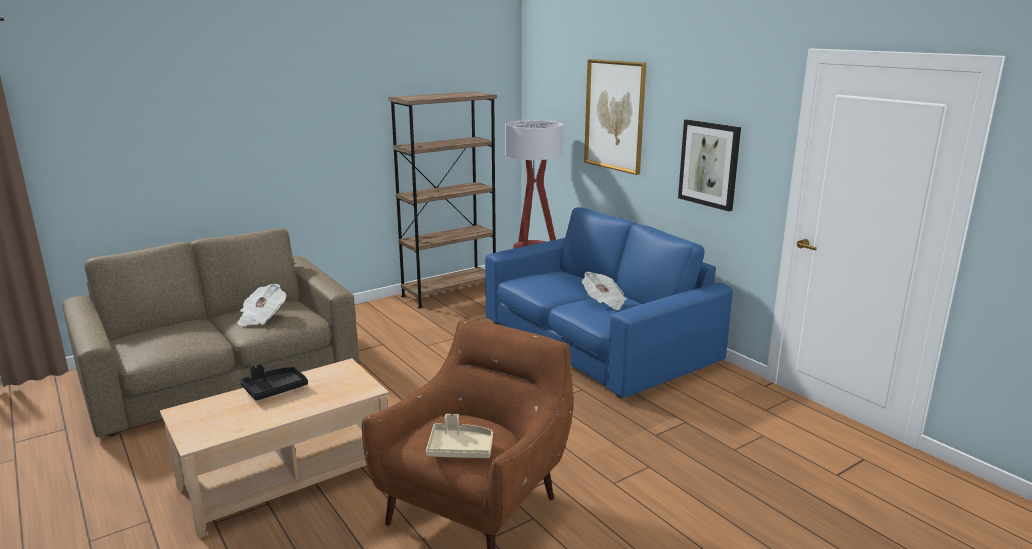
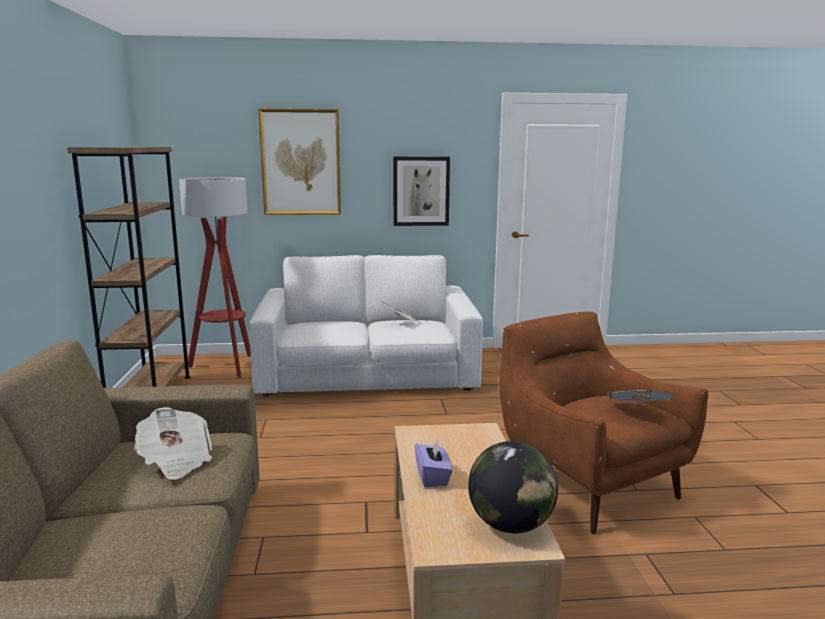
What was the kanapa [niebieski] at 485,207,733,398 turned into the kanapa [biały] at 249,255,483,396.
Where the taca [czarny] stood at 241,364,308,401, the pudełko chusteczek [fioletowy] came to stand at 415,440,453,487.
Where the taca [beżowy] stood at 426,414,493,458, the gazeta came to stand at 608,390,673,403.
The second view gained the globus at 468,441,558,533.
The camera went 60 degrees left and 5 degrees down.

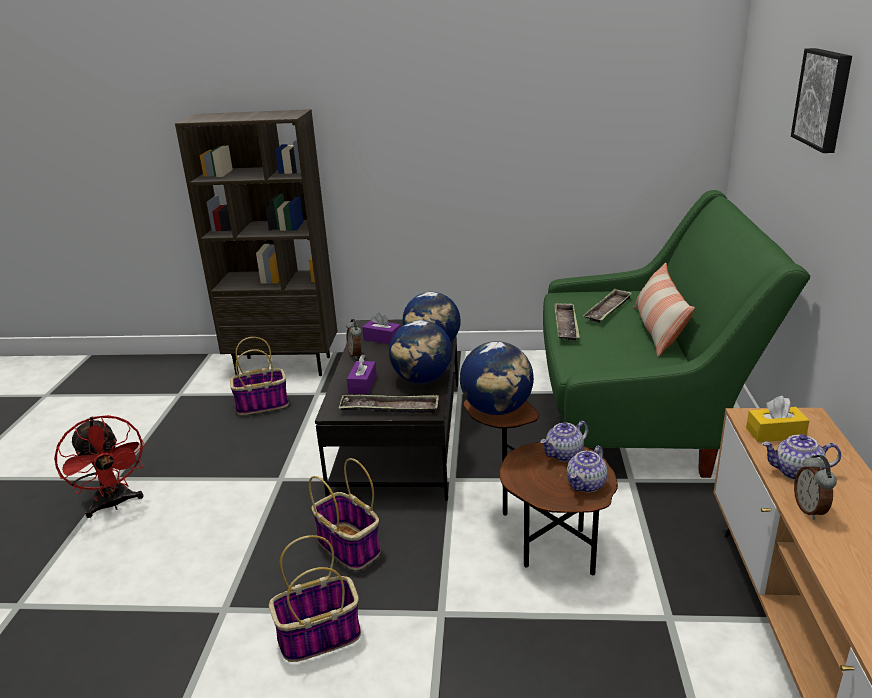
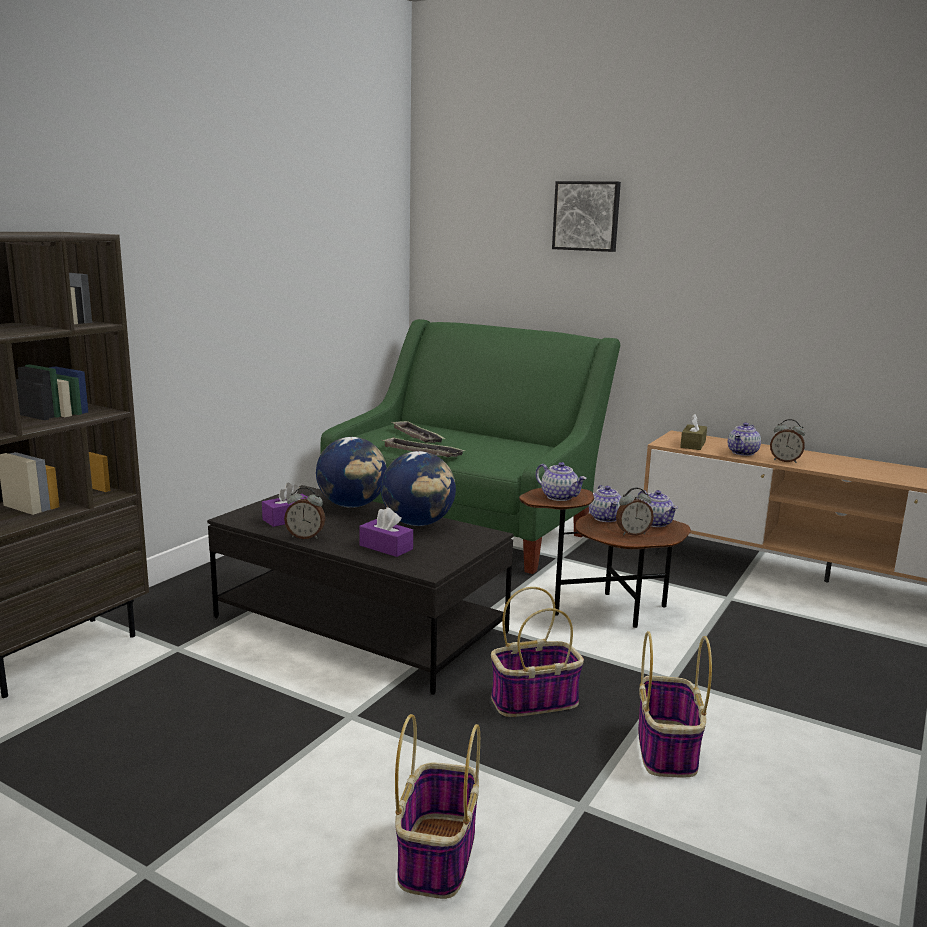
The second view lost the poduszka at 634,263,695,357.
The koszyk ended up elsewhere, having gone from 230,337,289,415 to 395,714,480,899.
Where the globus stood at 460,341,534,415, the imbryk came to stand at 536,462,587,501.
The second view lost the taca at 338,395,439,414.
What was the pudełko chusteczek [żółty] at 746,396,810,442 turned into the pudełko chusteczek [brązowy] at 680,414,707,450.
The second view lost the wentylator [czerwony] at 54,415,145,518.
The second view gained the budzik at 616,487,654,536.
The camera went 65 degrees left and 10 degrees down.

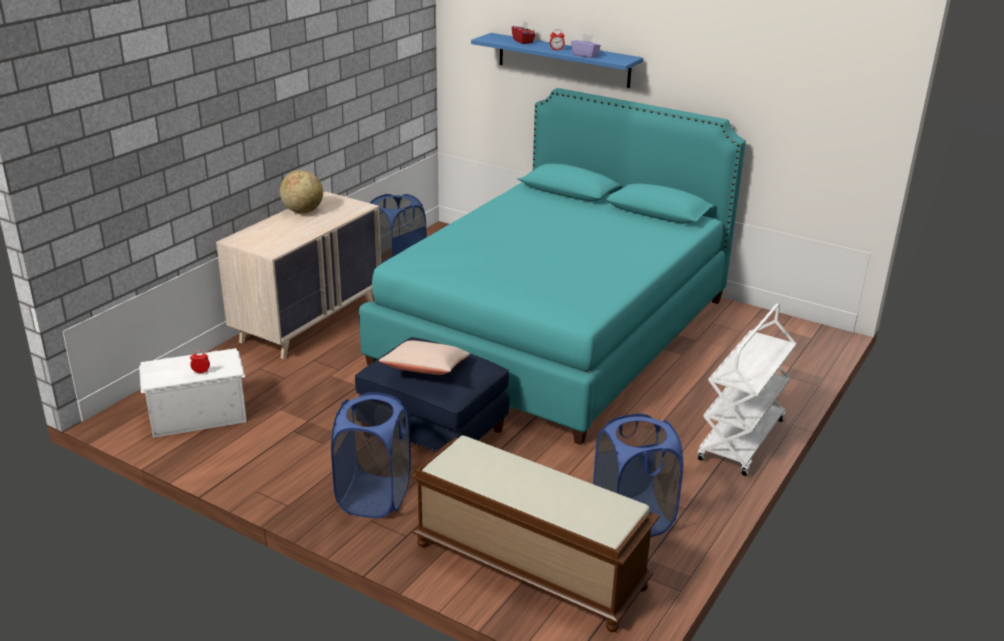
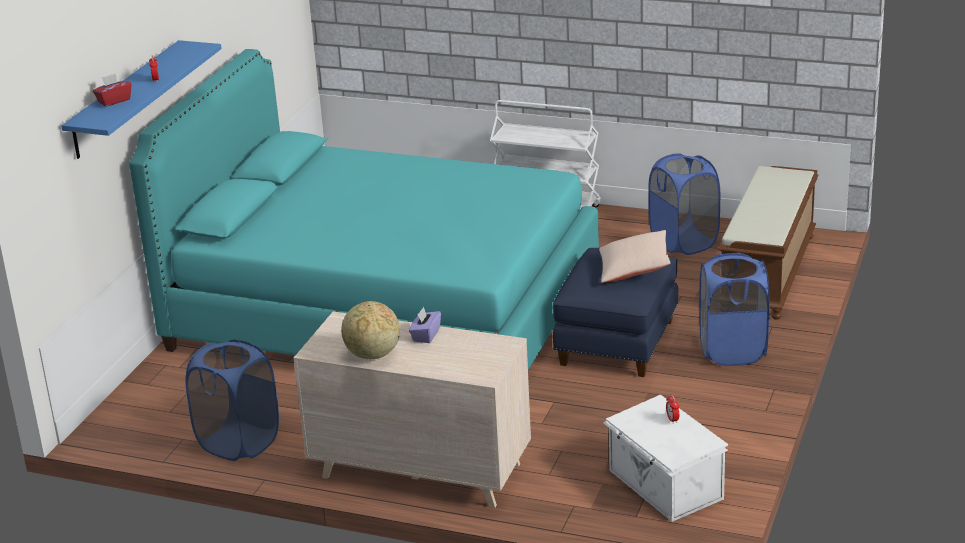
The pudełko chusteczek [fioletowy] ended up elsewhere, having gone from 571,34,601,58 to 409,307,441,343.
The camera went 100 degrees left and 0 degrees up.

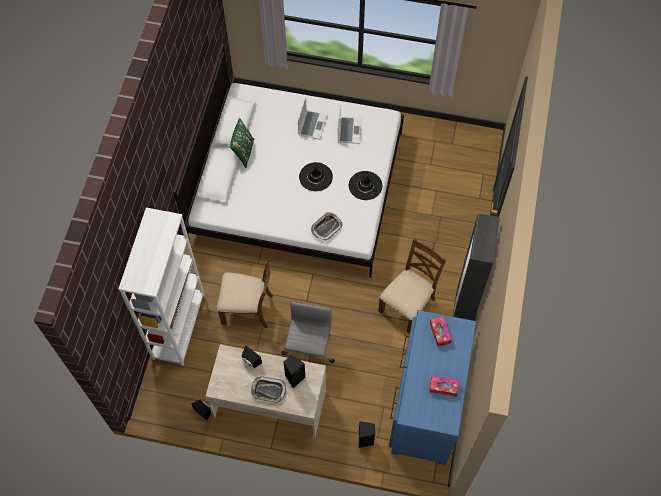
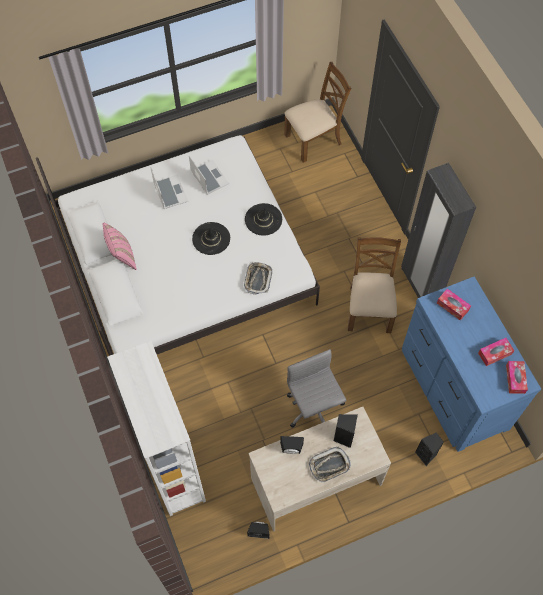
What was the poduszka [zielony] at 230,118,254,168 turned into the poduszka [różowy] at 103,223,137,270.
The krzesło [brązowy] ended up elsewhere, having gone from 217,258,273,328 to 284,62,351,163.
The second view gained the pudełko chusteczek at 506,361,528,394.
The camera went 35 degrees left and 0 degrees up.

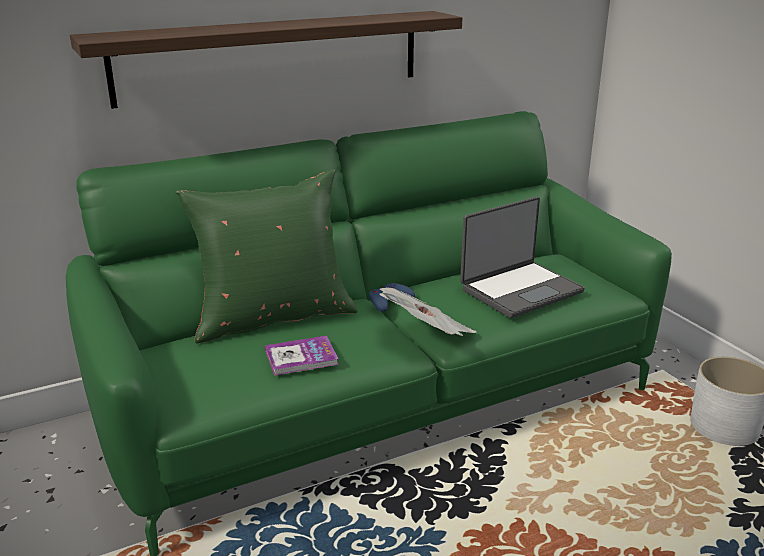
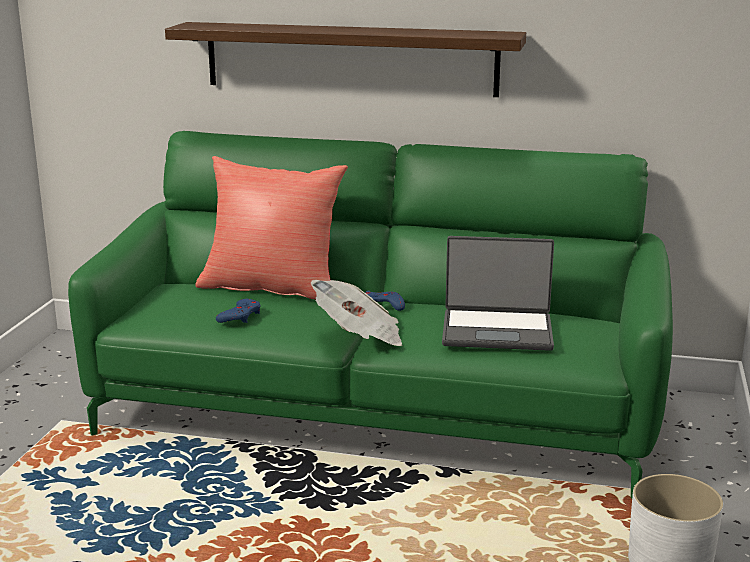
What was the poduszka [zielony] at 175,169,358,343 turned into the poduszka [czerwony] at 195,156,348,299.
Where the książka stood at 265,335,339,376, the pad do gier [niebieski] came to stand at 216,299,261,323.
The camera went 40 degrees right and 5 degrees down.

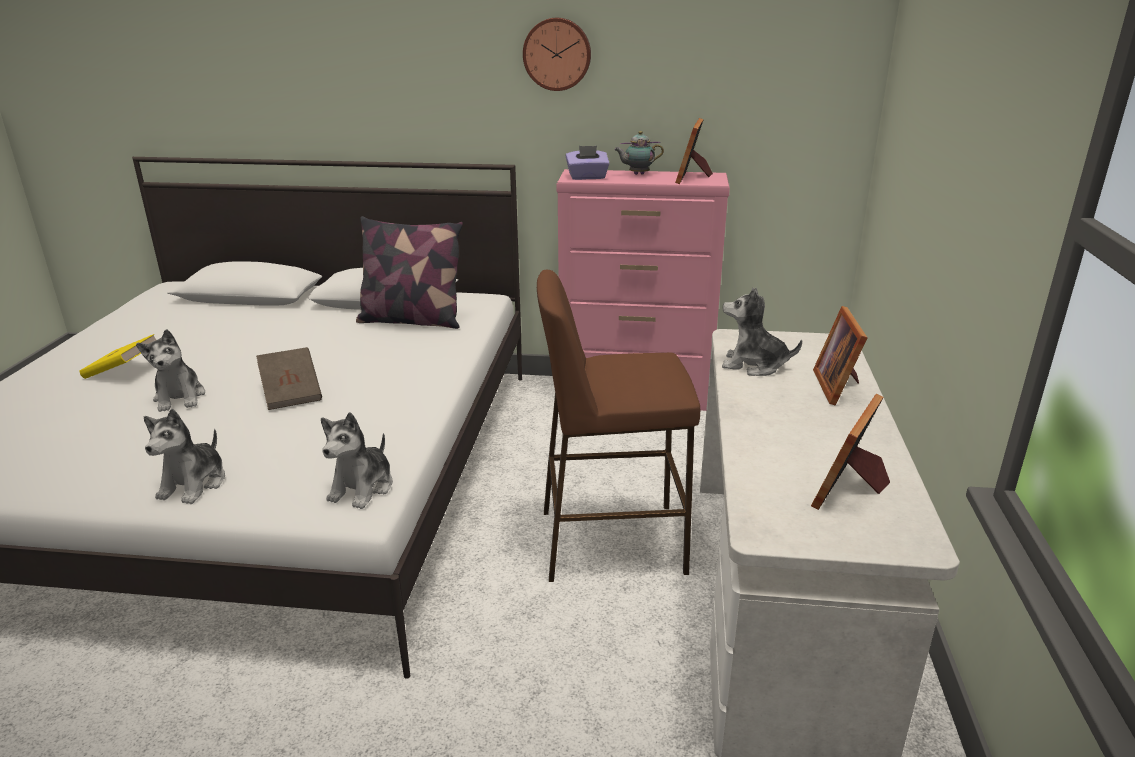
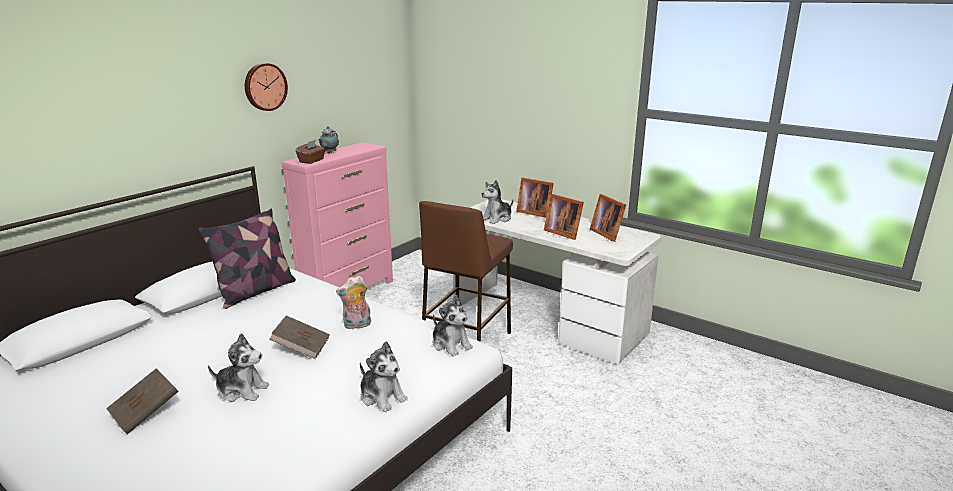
The ramka na zdjęcie ended up elsewhere, having gone from 675,118,713,184 to 544,194,584,240.
What was the pudełko chusteczek [fioletowy] at 566,146,610,180 turned into the pudełko chusteczek [brązowy] at 296,140,325,164.
What was the książka [żółty] at 79,334,156,379 turned into the książka [brązowy] at 106,368,179,434.
The second view gained the pluszak at 336,275,371,329.
The camera went 60 degrees left and 5 degrees down.

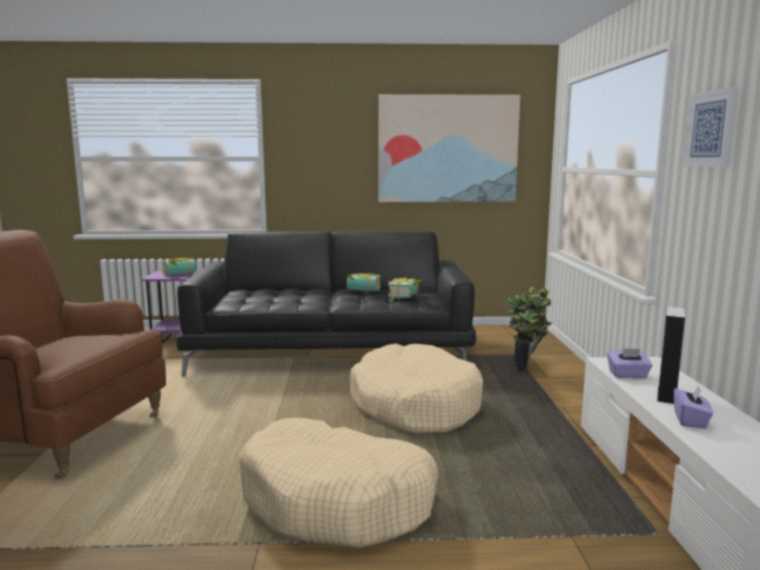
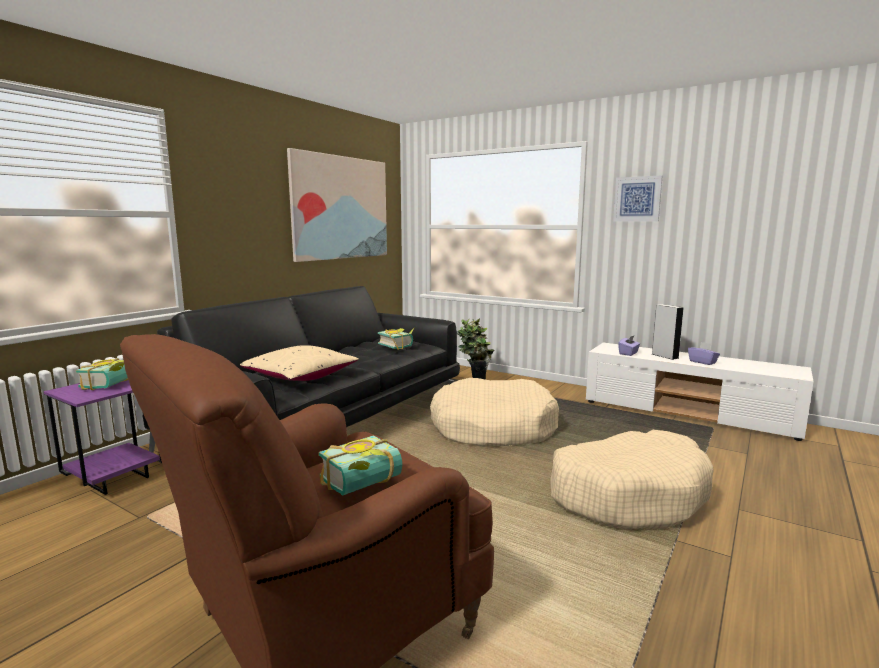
The książka ended up elsewhere, having gone from 347,273,381,292 to 319,435,402,496.
The second view gained the poduszka [beżowy] at 240,345,359,381.
The camera went 55 degrees left and 0 degrees up.

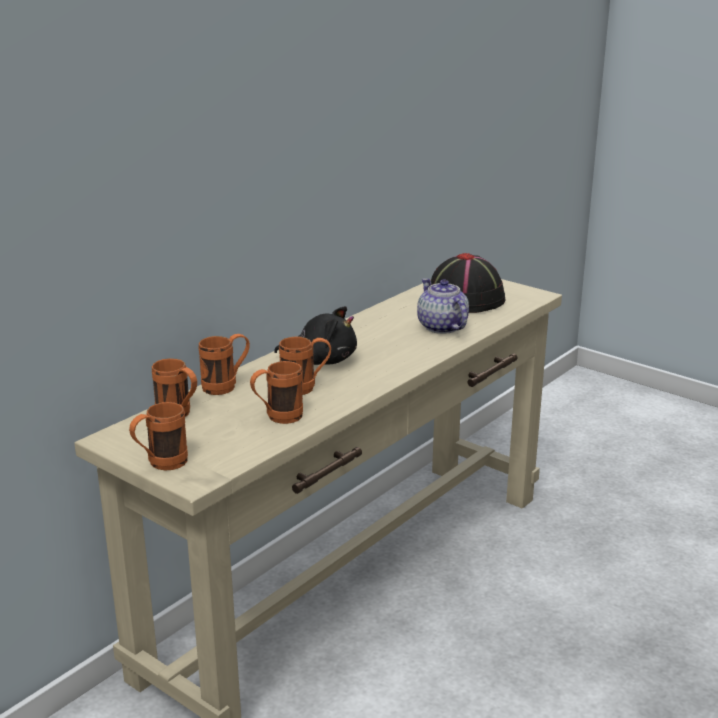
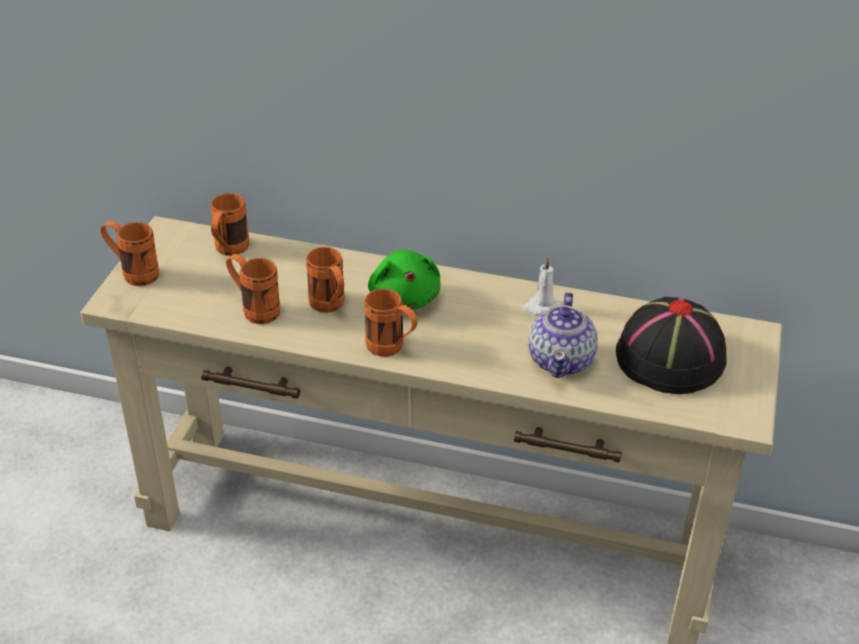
The imbryk at 417,278,469,334 ended up facing another way, 150 degrees clockwise from before.
What was the pluszak [czarny] at 274,306,357,365 turned into the pluszak [zielony] at 368,250,440,310.
The kubek [pomarańczowy] ended up elsewhere, having gone from 198,334,250,395 to 364,288,418,357.
The second view gained the świeca [biały] at 522,257,561,316.
The camera went 65 degrees right and 15 degrees up.

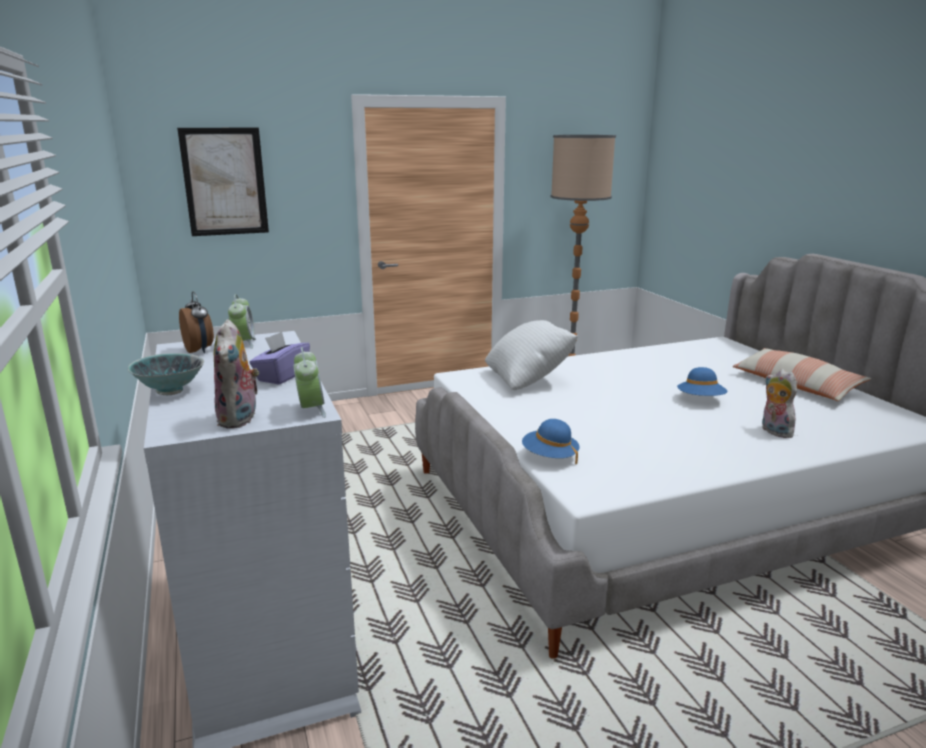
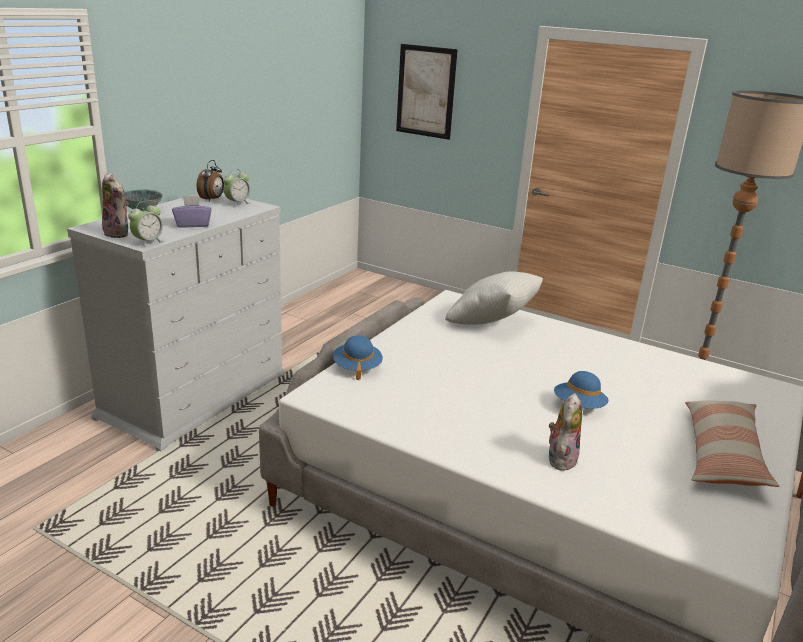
The pluszak at 214,319,259,428 ended up facing another way, 90 degrees counterclockwise from before.
The camera went 50 degrees right and 5 degrees up.

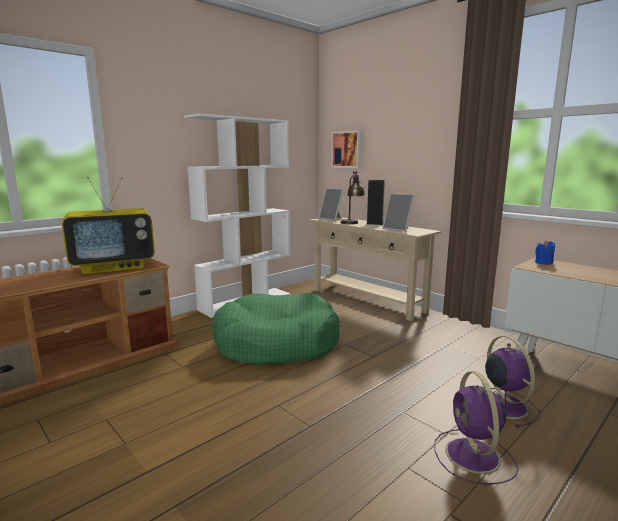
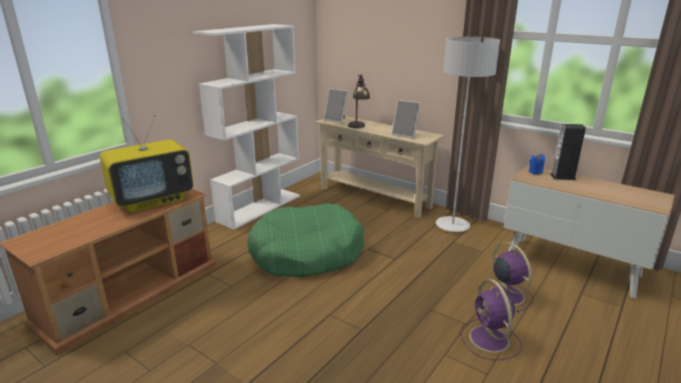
The second view lost the obraz at 331,130,362,168.
The głośnik ended up elsewhere, having gone from 366,179,385,225 to 550,124,586,180.
The second view gained the lampa stojąca [szary] at 436,37,500,232.
The camera went 10 degrees left and 10 degrees up.

